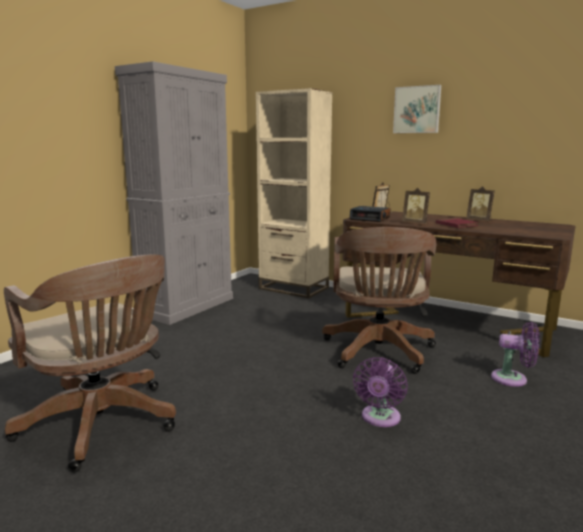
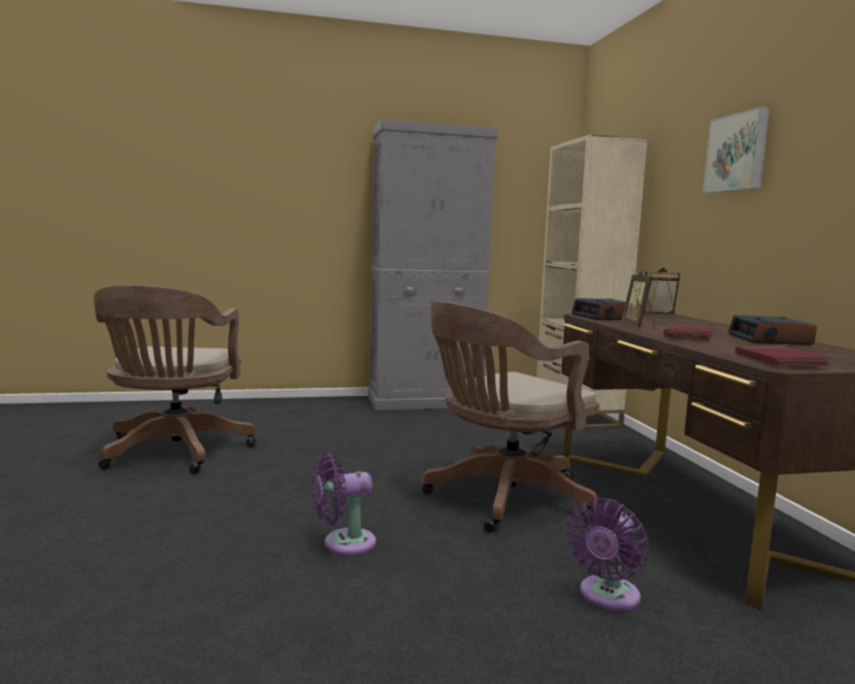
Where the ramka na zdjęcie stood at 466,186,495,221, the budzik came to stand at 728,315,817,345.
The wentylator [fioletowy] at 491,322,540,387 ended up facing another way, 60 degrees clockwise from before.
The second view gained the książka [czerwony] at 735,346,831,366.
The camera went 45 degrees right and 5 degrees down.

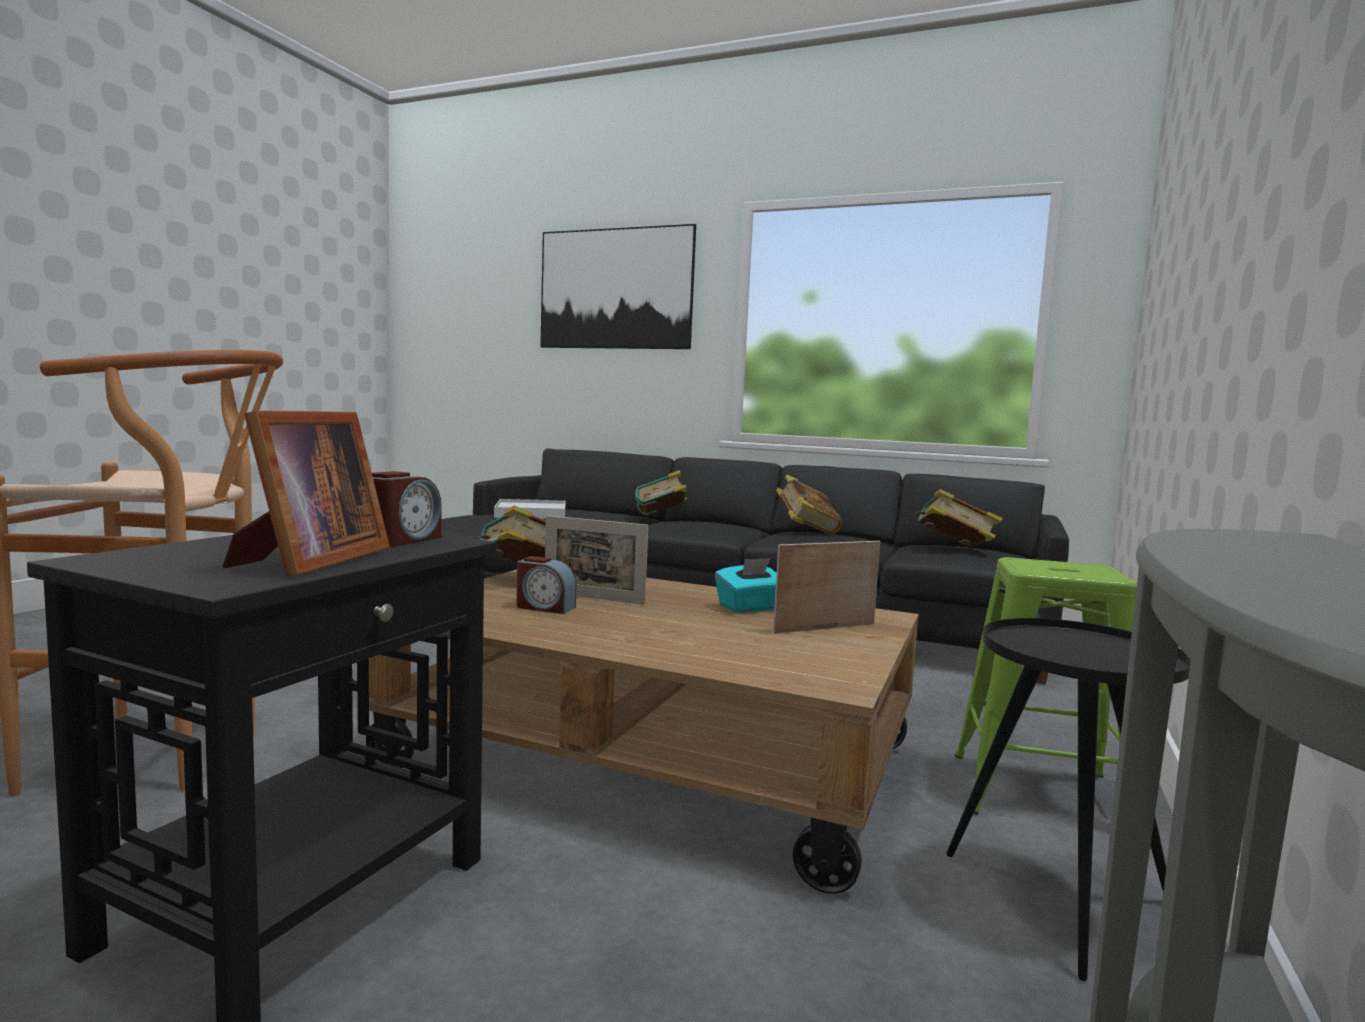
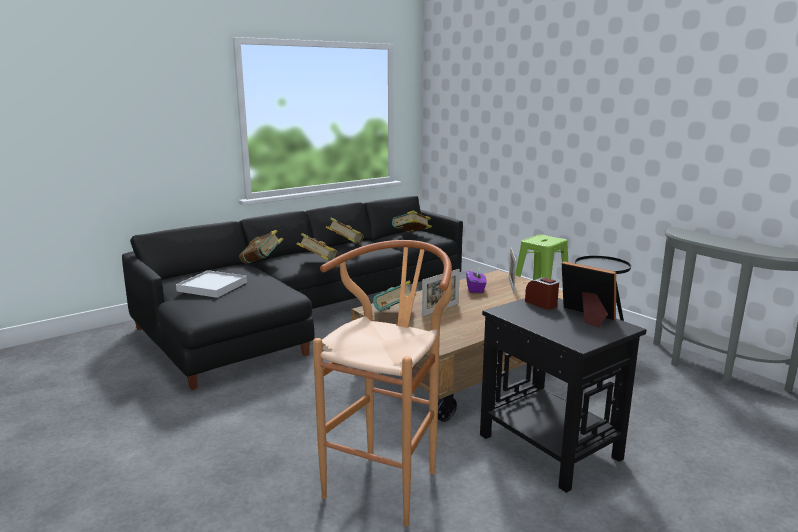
The second view lost the obraz at 540,224,696,349.
The second view lost the budzik at 517,556,576,614.
What was the pudełko chusteczek [turkusowy] at 715,558,777,613 turned into the pudełko chusteczek [fioletowy] at 466,268,487,293.
The second view gained the książka at 296,233,339,261.
The camera went 60 degrees left and 10 degrees up.

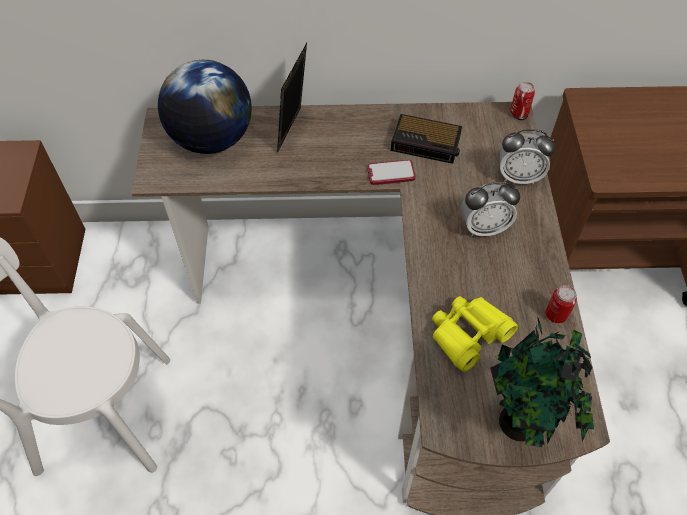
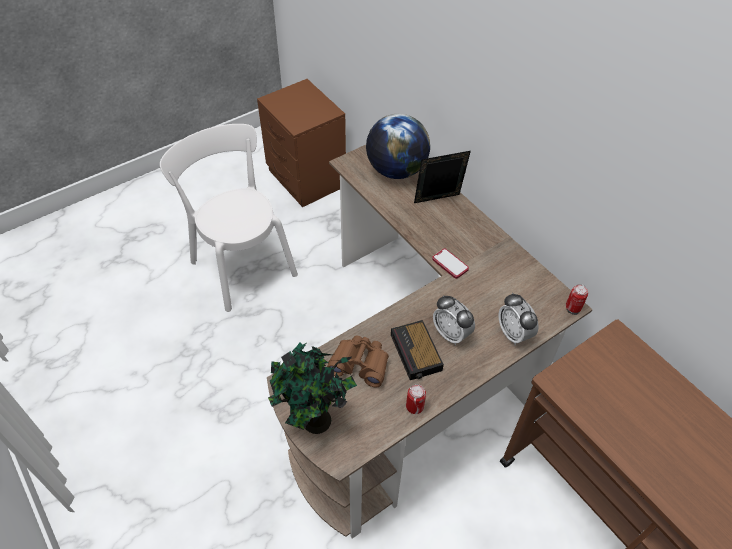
The budzik ended up elsewhere, having gone from 391,114,462,164 to 391,320,444,380.
What was the lornetka [żółty] at 432,296,518,372 turned into the lornetka [brązowy] at 327,336,389,388.
The camera went 55 degrees right and 5 degrees down.

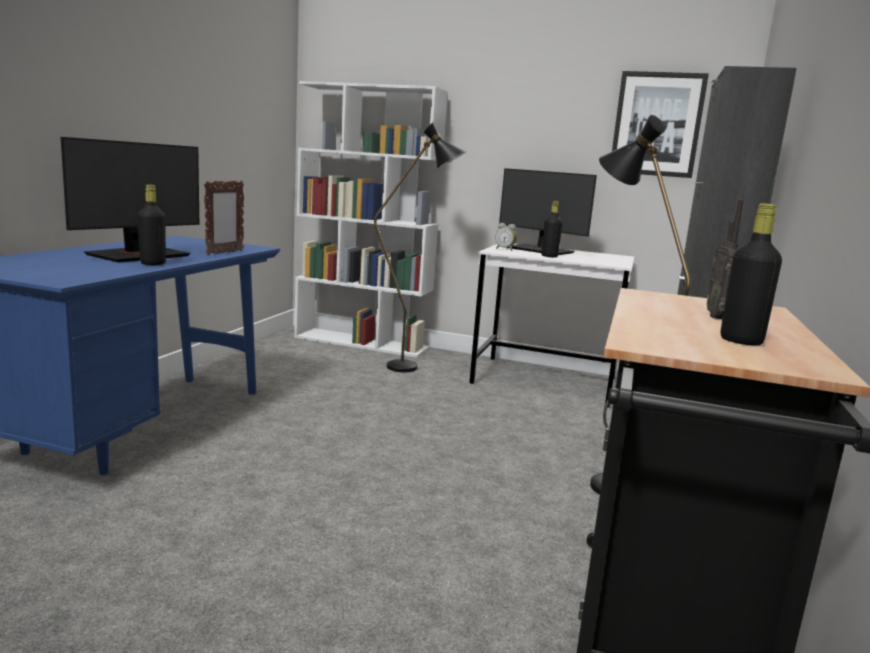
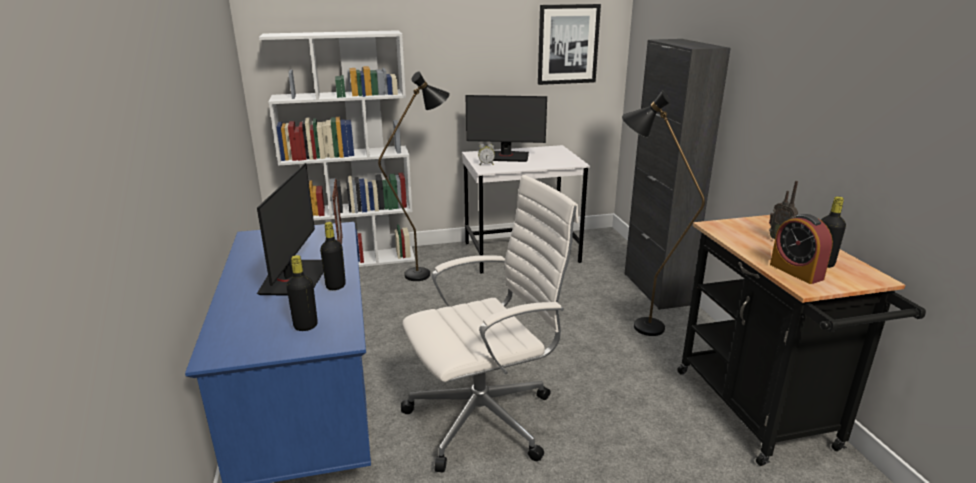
The butelka [czarny] ended up elsewhere, having gone from 541,201,562,257 to 286,255,318,331.
The second view gained the krzesło biurowe [biały] at 401,175,579,472.
The second view gained the budzik at 770,214,833,284.
The camera went 30 degrees left and 10 degrees up.

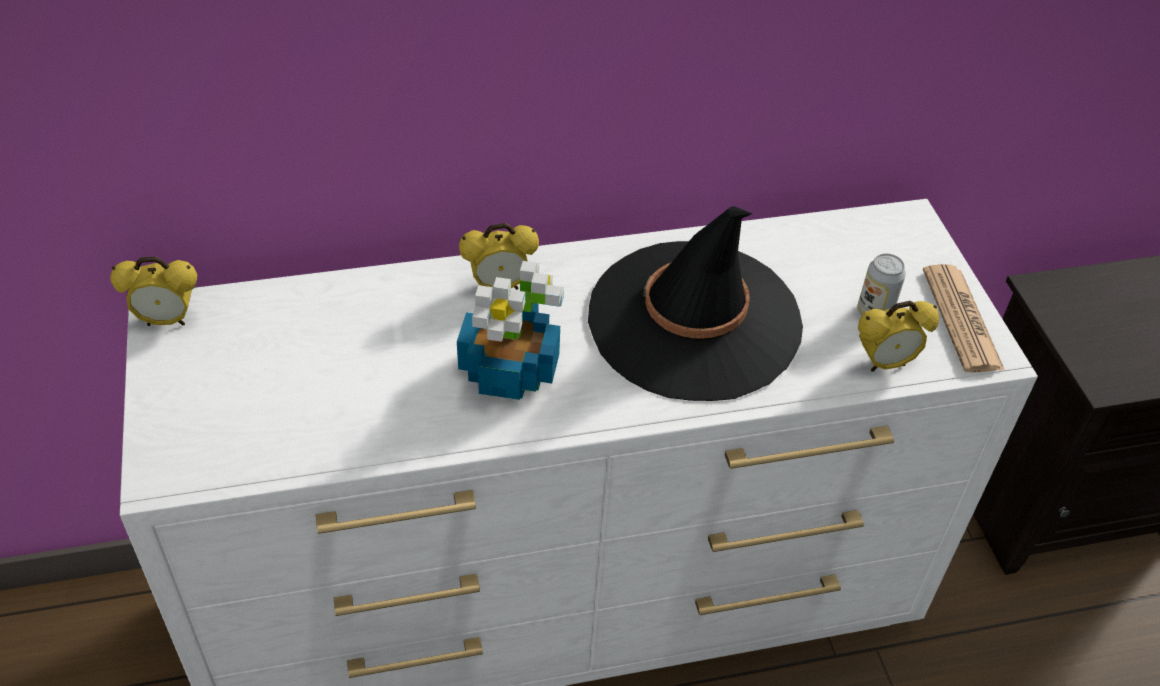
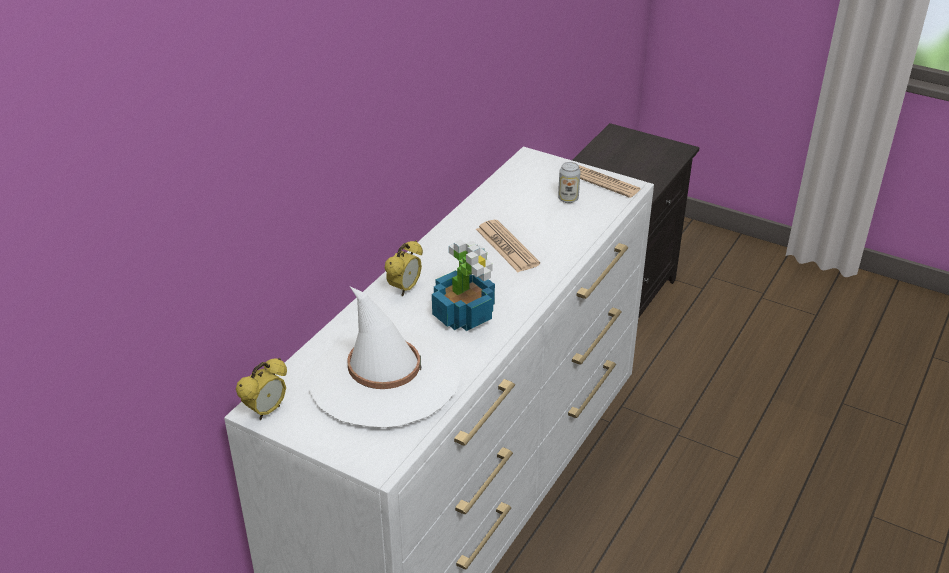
Where the kapelusz [czarny] stood at 588,206,803,401, the gazeta came to stand at 476,220,540,272.
The second view lost the budzik at 858,301,939,372.
The second view gained the kapelusz [biały] at 308,286,460,428.
The camera went 45 degrees left and 10 degrees down.

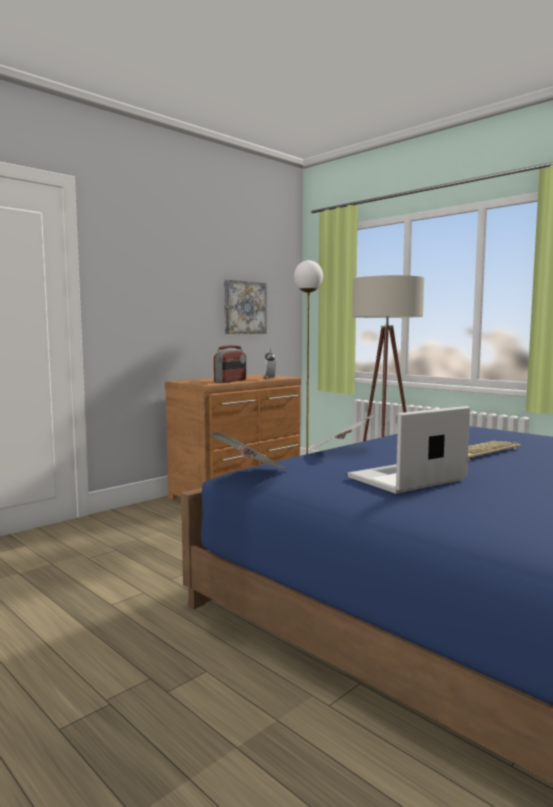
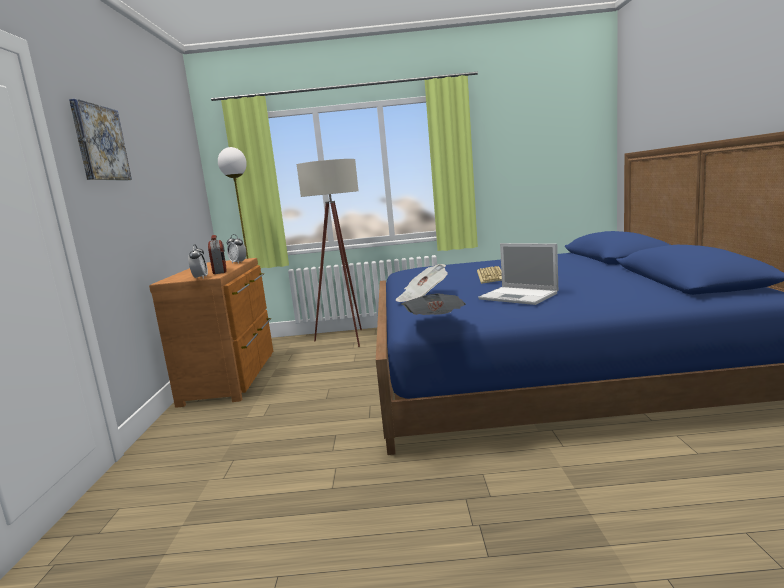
The obraz ended up elsewhere, having gone from 224,280,267,334 to 69,99,132,181.
The laptop at 348,406,470,494 ended up facing another way, 60 degrees counterclockwise from before.
The second view gained the budzik at 188,244,208,279.
The camera went 45 degrees left and 5 degrees up.

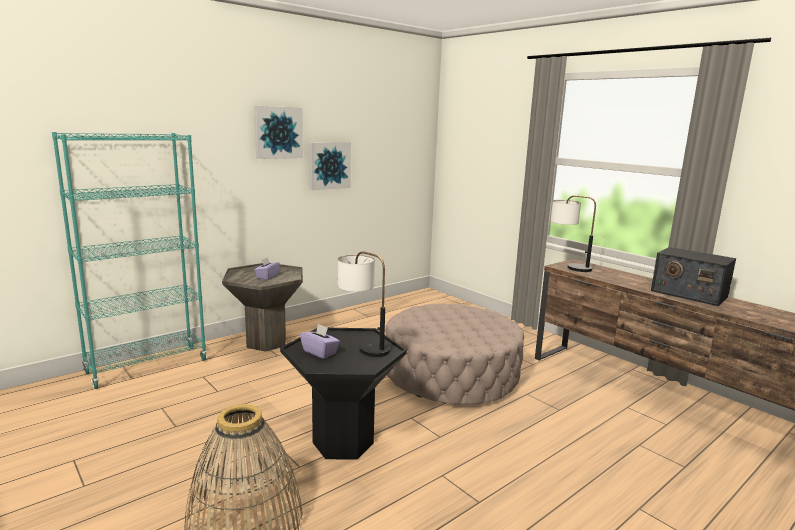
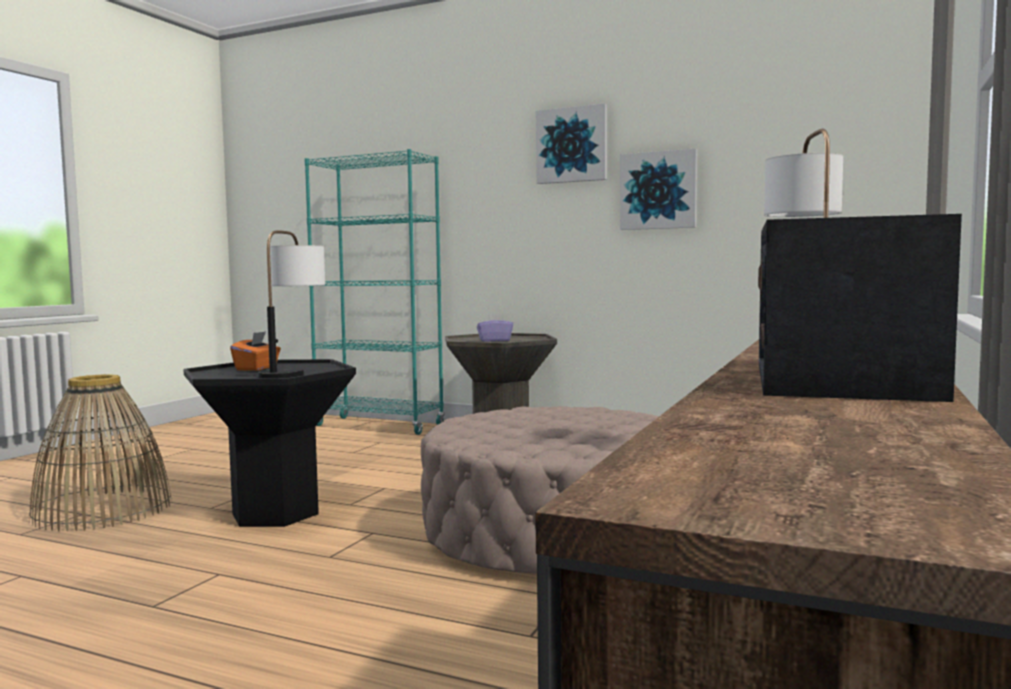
What was the pudełko chusteczek [fioletowy] at 300,324,340,359 turned into the pudełko chusteczek [pomarańczowy] at 230,331,281,371.
The camera went 65 degrees right and 10 degrees down.

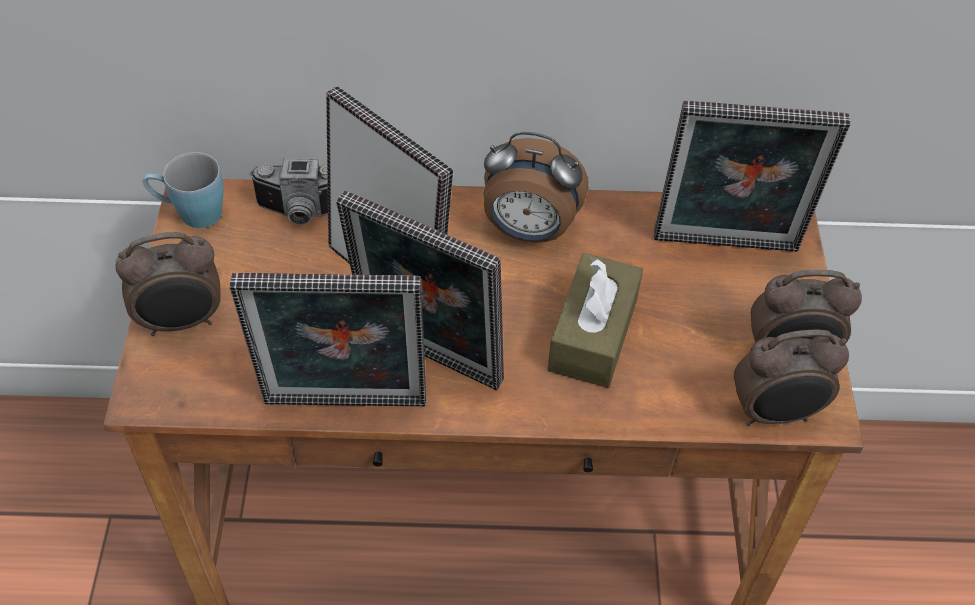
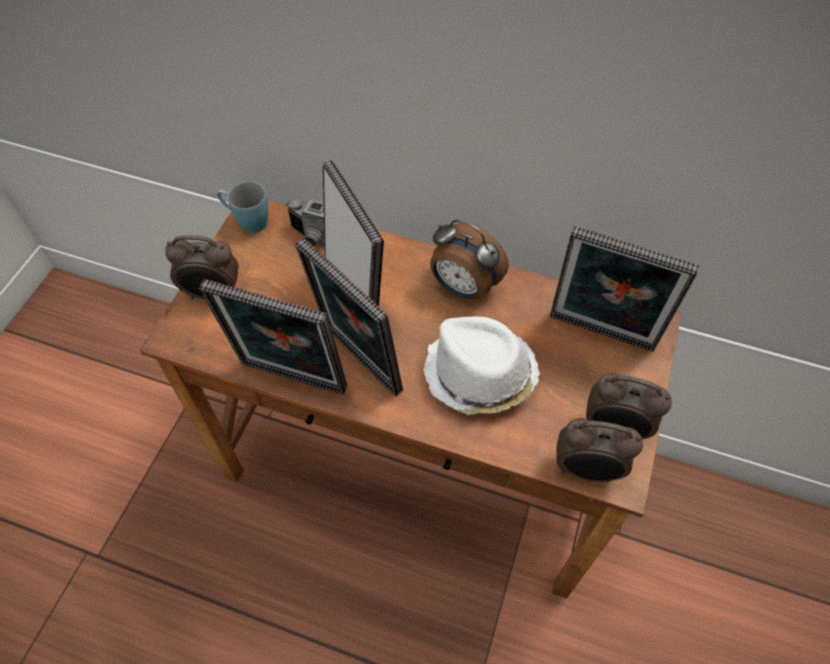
Where the pudełko chusteczek [brązowy] stood at 548,253,643,388, the kapelusz [biały] came to stand at 423,316,540,415.
The camera went 20 degrees right and 5 degrees up.

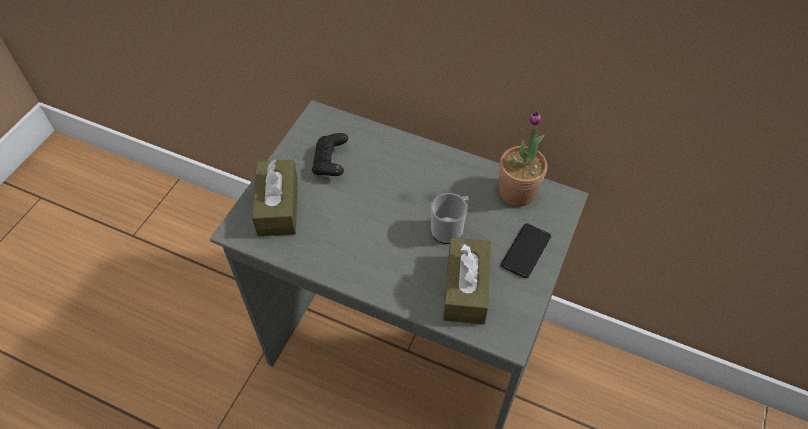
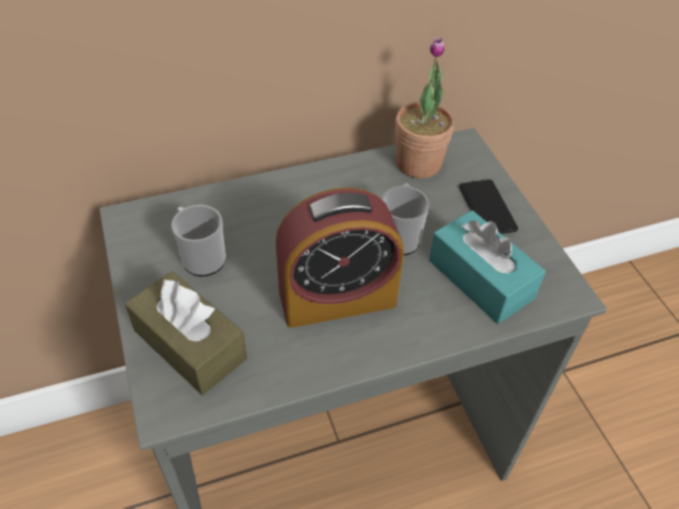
Where the pad do gier [czarny] stood at 312,133,348,176, the kubek came to stand at 171,205,226,276.
What was the pudełko chusteczek [brązowy] at 443,237,491,324 turned into the pudełko chusteczek [turkusowy] at 429,210,546,324.
The second view gained the budzik at 276,188,404,328.
The camera went 45 degrees left and 5 degrees down.

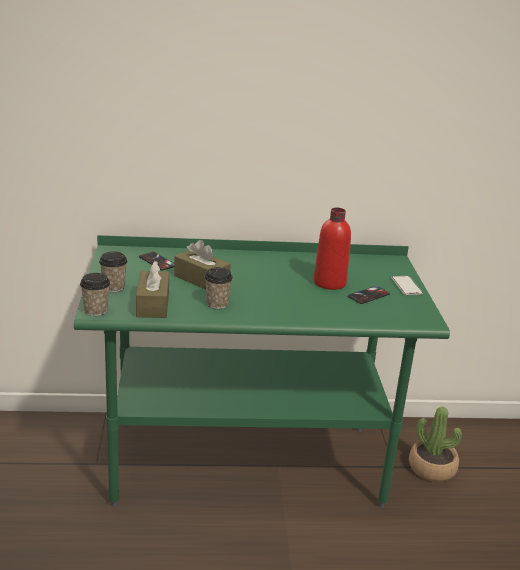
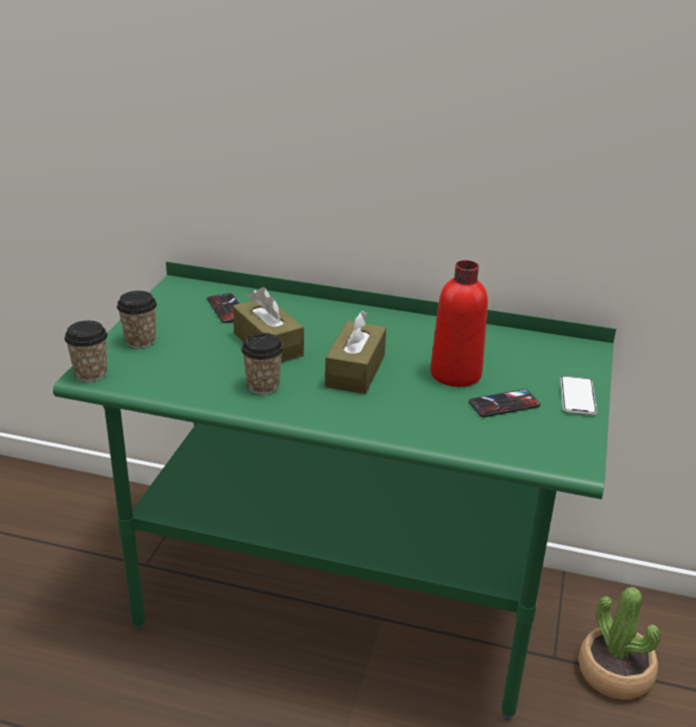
The pudełko chusteczek [brązowy] ended up elsewhere, having gone from 136,261,169,318 to 325,311,386,394.
The camera went 20 degrees right and 5 degrees up.

